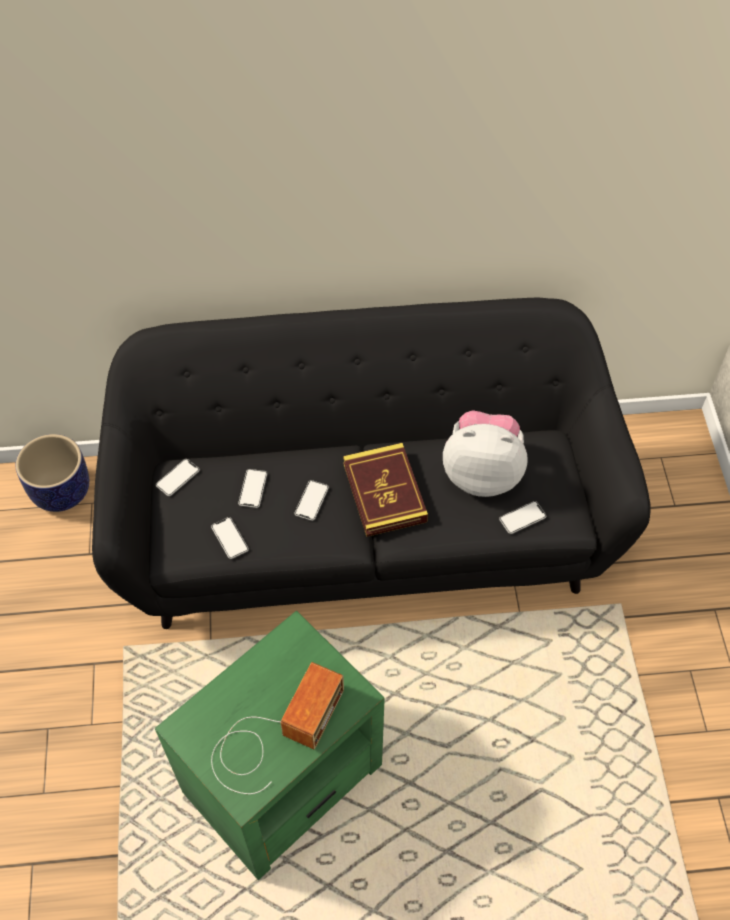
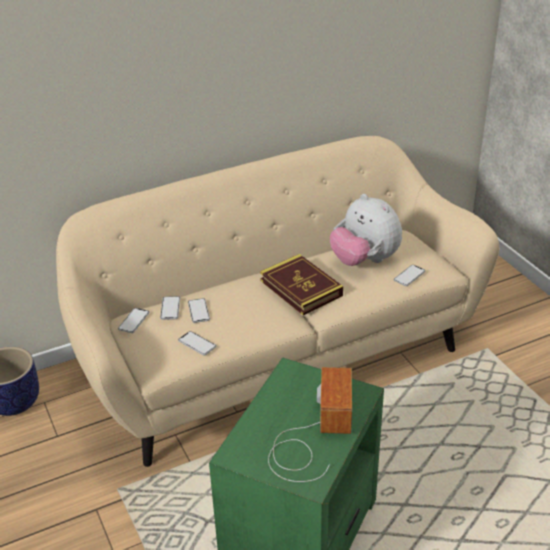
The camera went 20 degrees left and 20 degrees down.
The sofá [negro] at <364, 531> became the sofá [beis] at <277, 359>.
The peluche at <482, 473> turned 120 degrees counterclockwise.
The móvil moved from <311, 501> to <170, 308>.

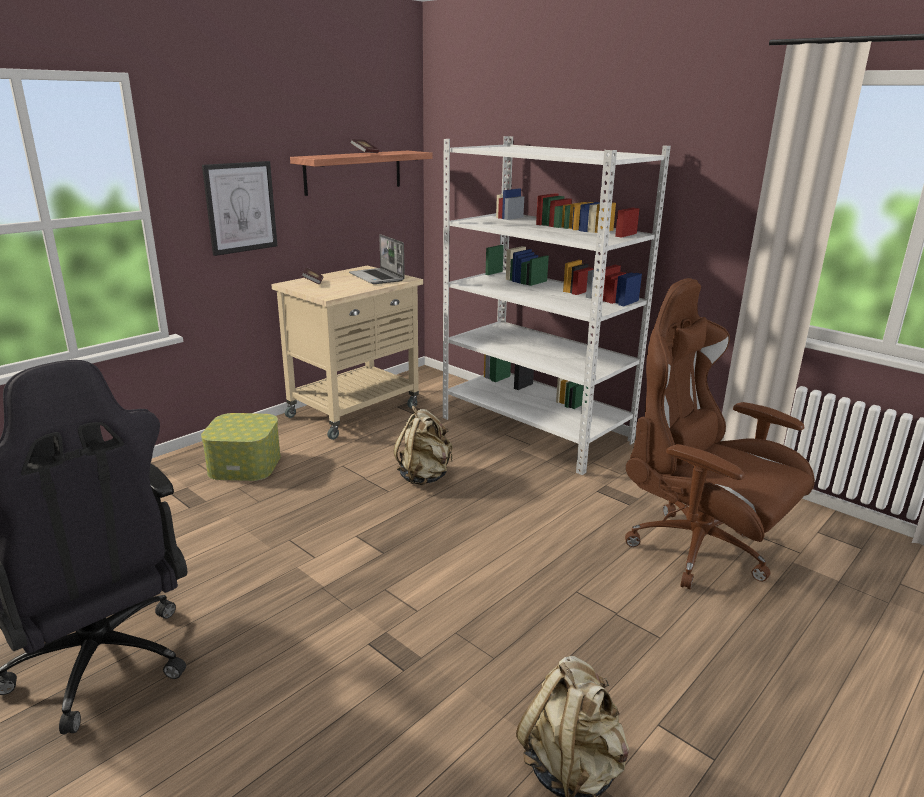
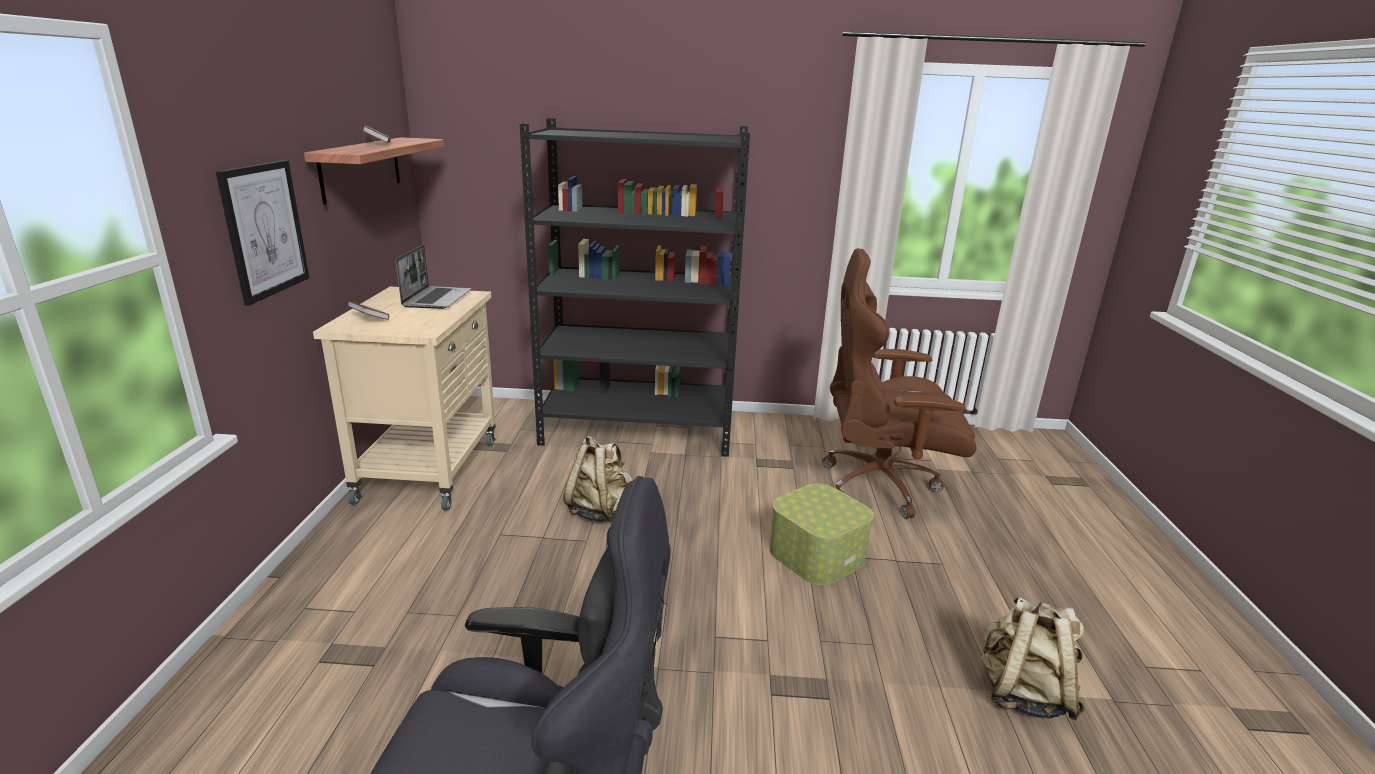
The camera went 40 degrees left and 0 degrees up.
The estantería [blanco] at <535, 430> became the estantería [negro] at <638, 428>.
The portátil at <377, 277> turned 105 degrees counterclockwise.
The caja de almacenaje moved from <245, 464> to <816, 554>.

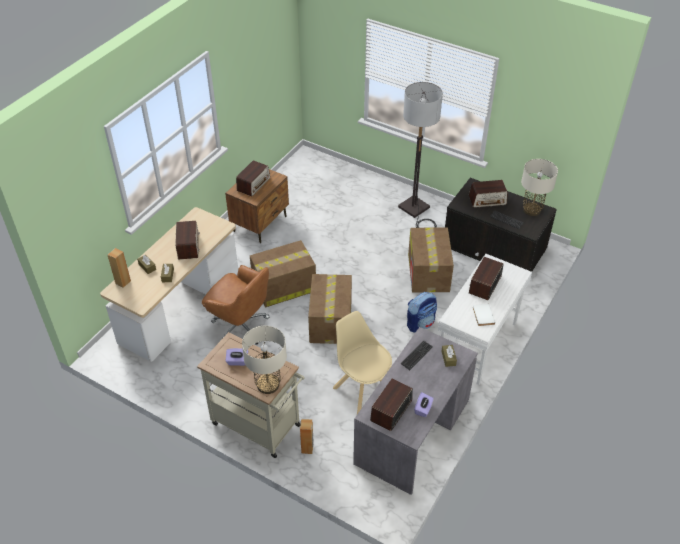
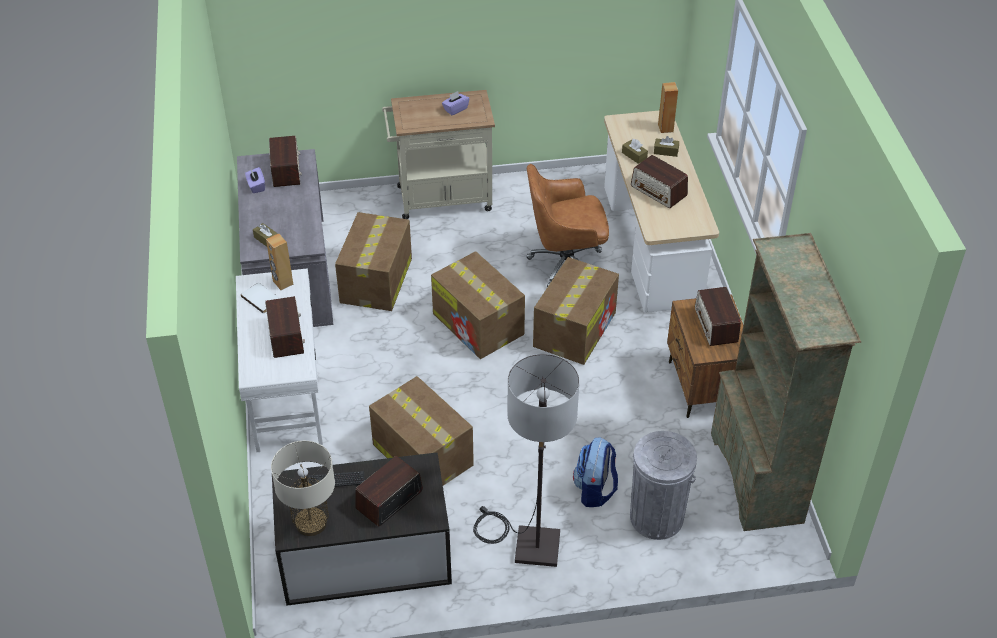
The camera went 140 degrees right and 0 degrees up.
The mochila moved from <420, 323> to <595, 490>.
The silla [beis] at <362, 388> was replaced by the caja de cartón at <376, 281>.
The lámpara de mesa at <268, 384> disappeared.
The teclado at <416, 355> disappeared.
The altavoz [marrón] moved from <307, 448> to <282, 283>.
The estantería [verde] at <757, 477> appeared.
The papelera [gris] at <656, 517> appeared.

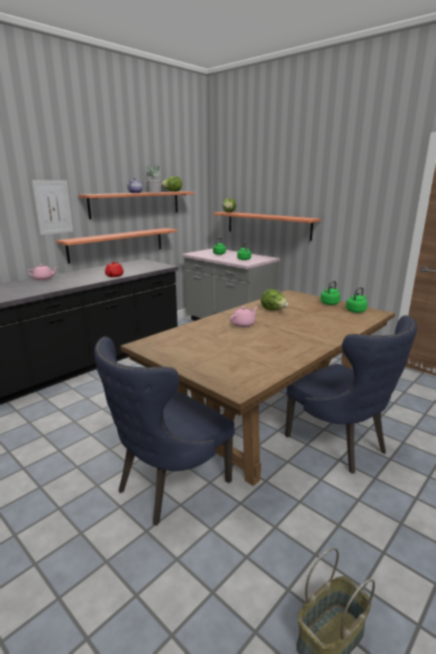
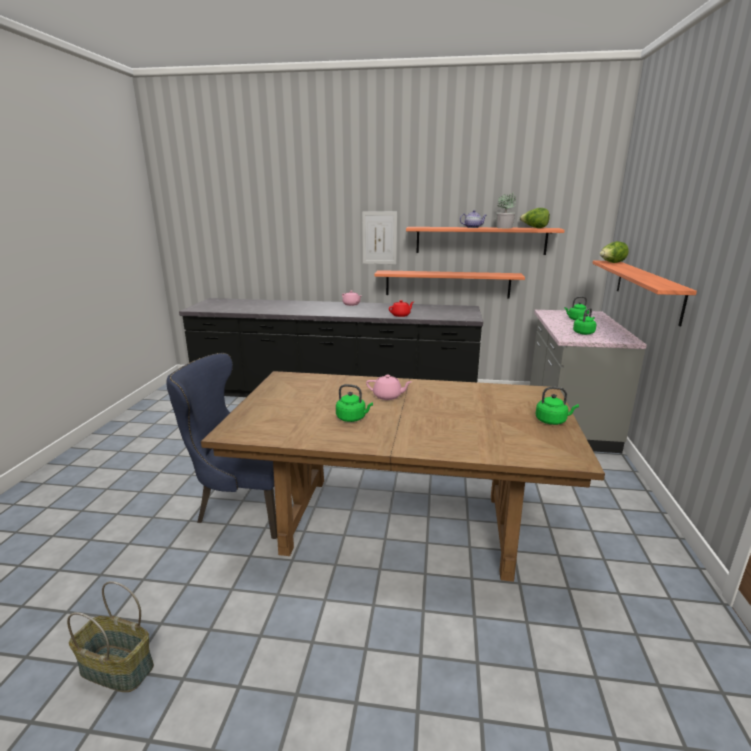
The camera went 55 degrees right and 0 degrees up.
The hervidor [verde] moved from <356, 310> to <352, 418>.
The lechuga at <274, 310> disappeared.
The silla [azul] at <340, 444> disappeared.

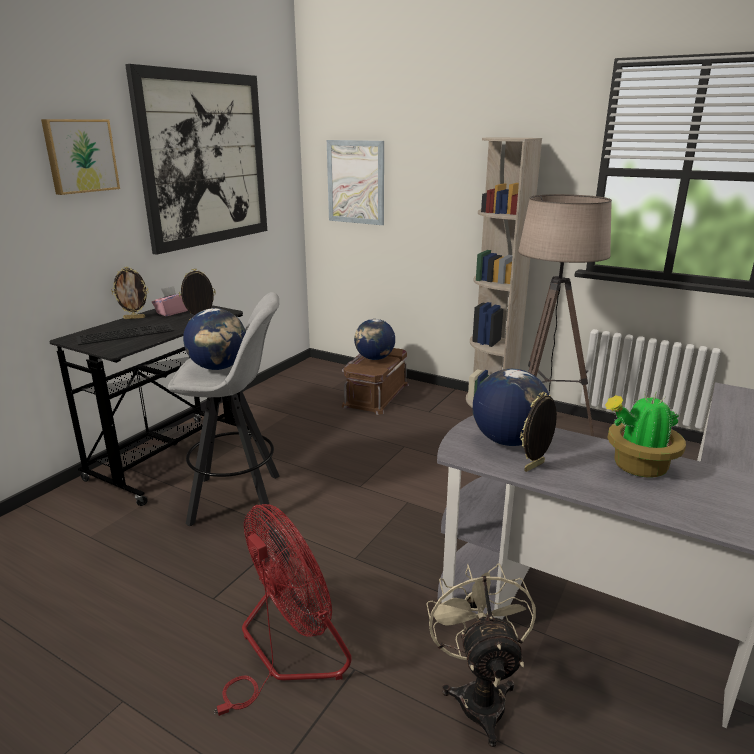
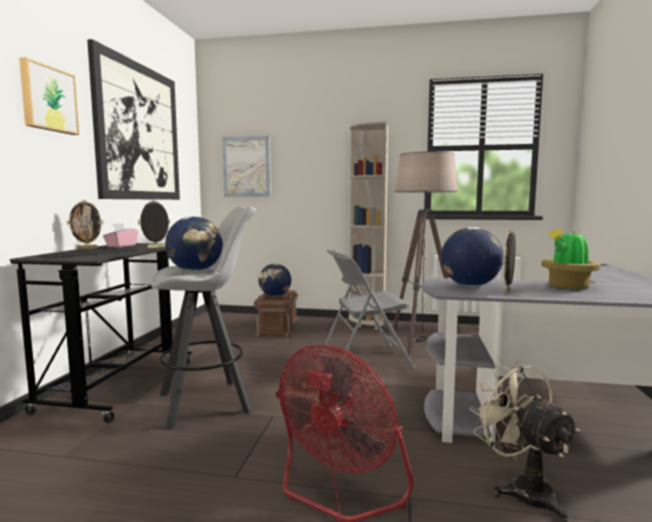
The camera went 20 degrees left and 15 degrees down.
The silla [gris] at <365, 360> appeared.

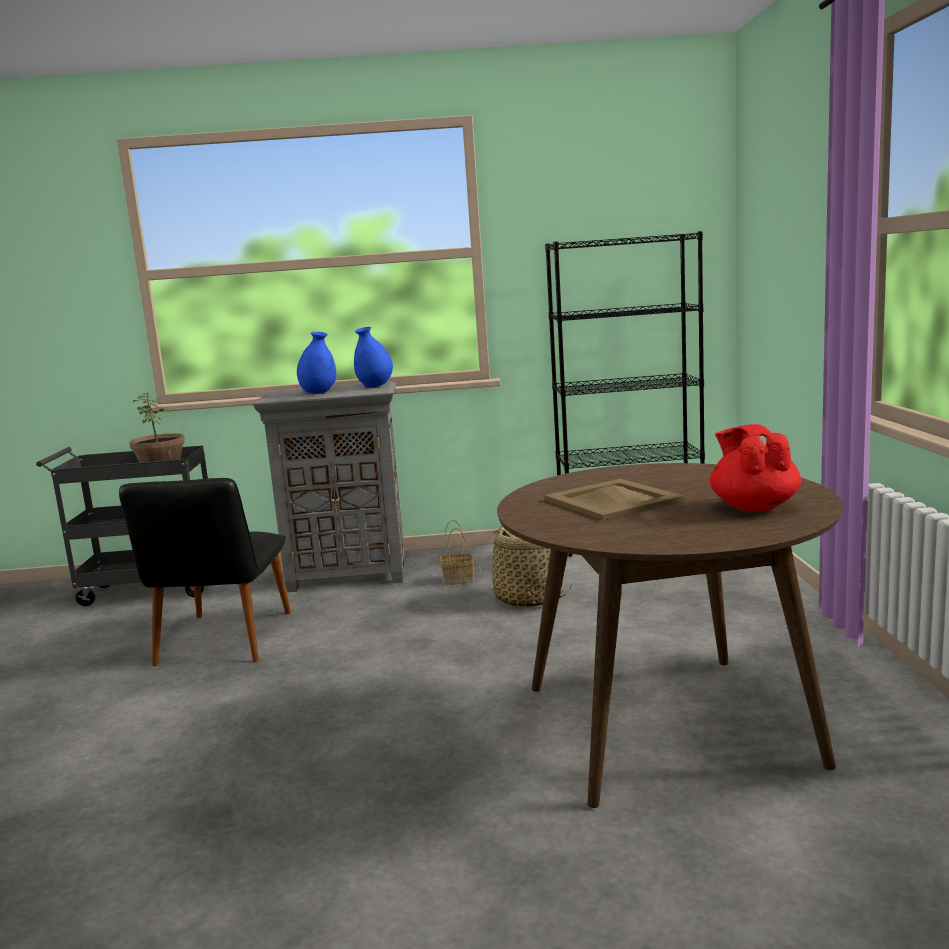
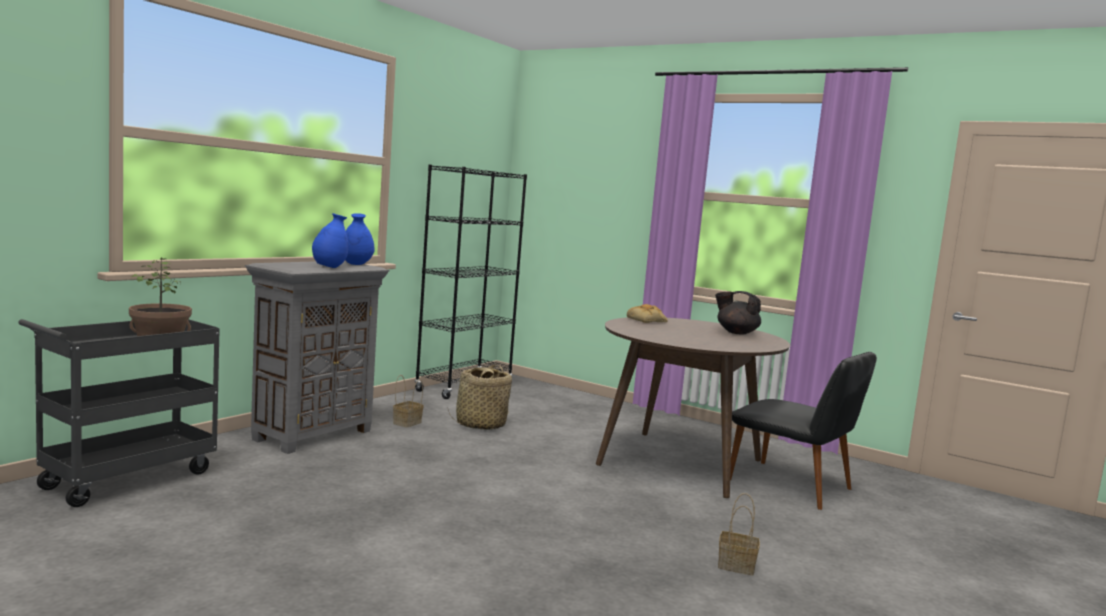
The camera went 55 degrees left and 5 degrees down.
The tetera [rojo] at <753, 507> became the tetera [negro] at <736, 332>.
The silla [negro] moved from <225, 638> to <789, 484>.
The bandeja [beis] at <611, 500> disappeared.
The pan at <647, 320> appeared.
The cesta at <737, 566> appeared.

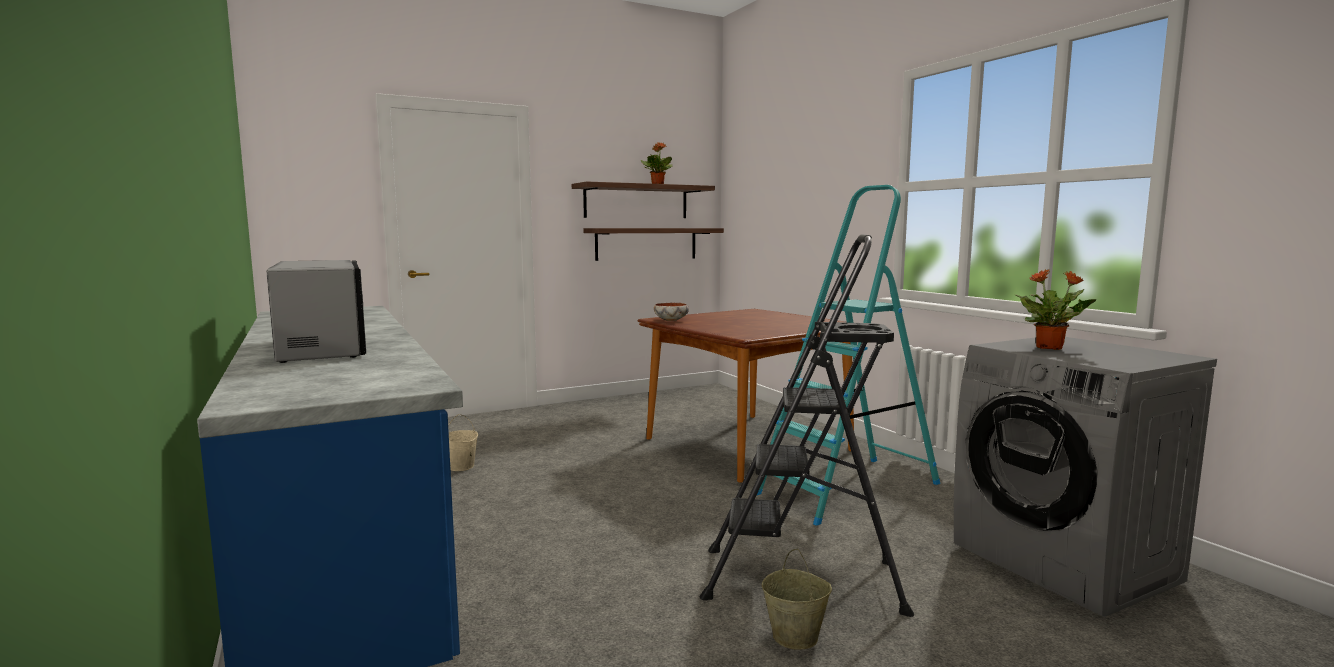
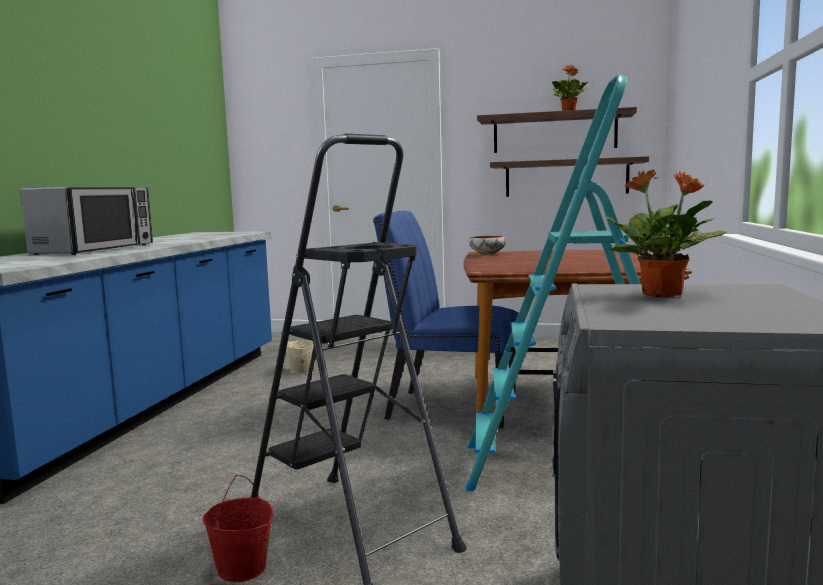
The camera went 40 degrees right and 0 degrees up.
The cubo [beis] at <796, 636> became the cubo [rojo] at <243, 569>.
The silla [azul] at <453, 408> appeared.

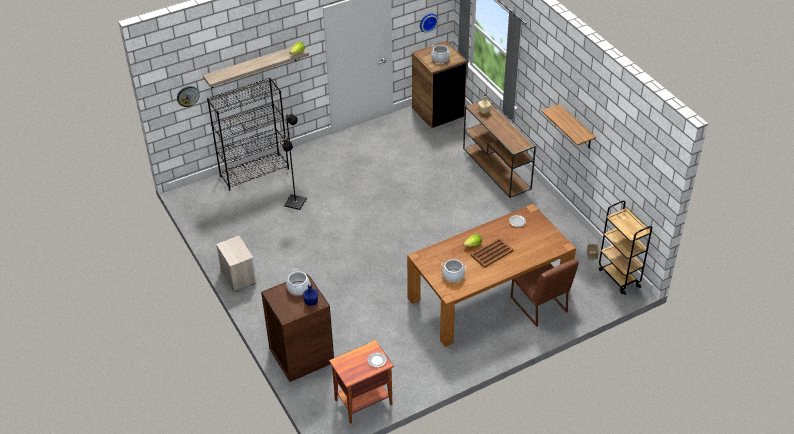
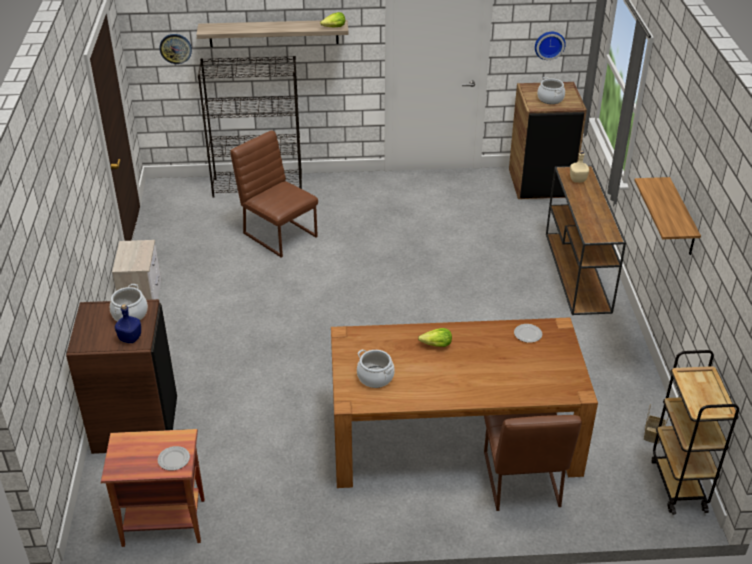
The camera went 25 degrees right and 5 degrees down.
The lámpara de pie [negro] at <295, 202> was replaced by the silla [marrón] at <279, 233>.
The bandeja [marrón] at <491, 253> disappeared.

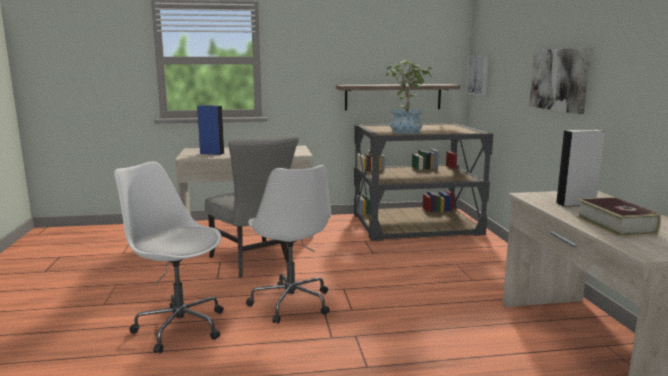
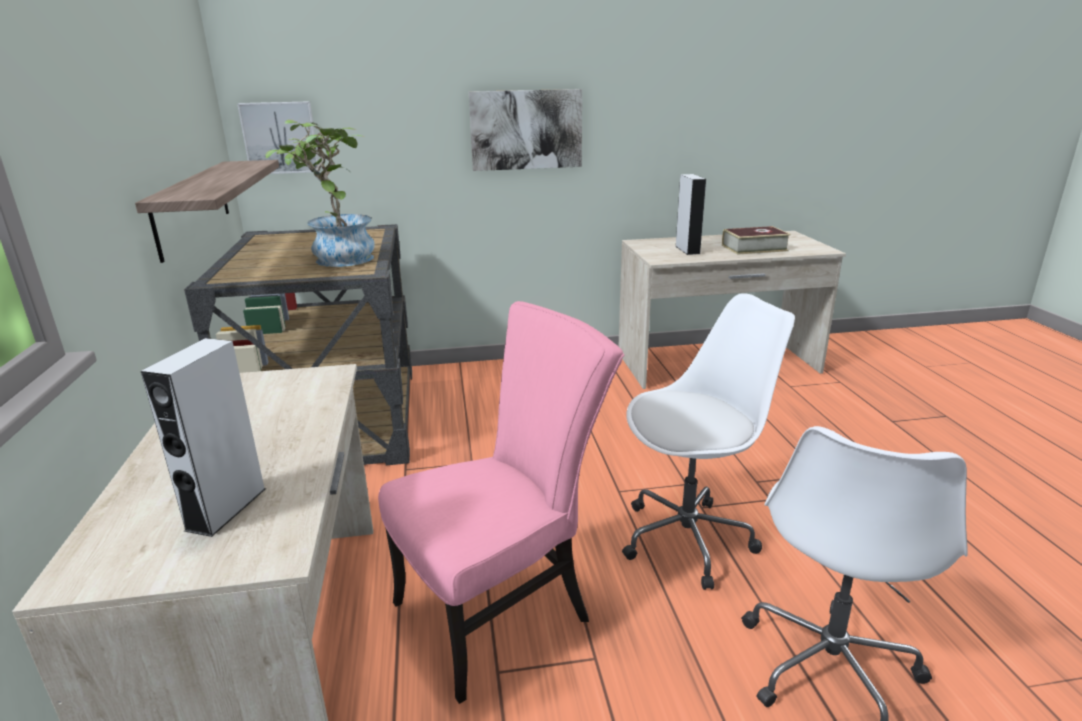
The camera went 90 degrees left and 10 degrees up.
The altavoz [azul] at <212, 153> became the altavoz [gris] at <226, 509>.
The silla [gris] at <254, 262> became the silla [rosa] at <503, 609>.

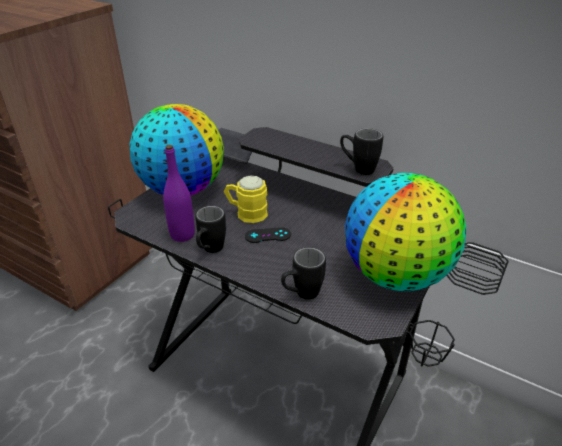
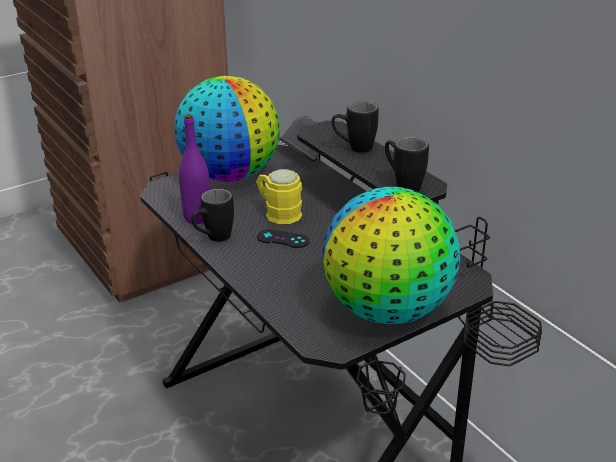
The camera went 25 degrees right and 5 degrees down.
The taza grande [negro] moved from <301, 295> to <354, 148>.

